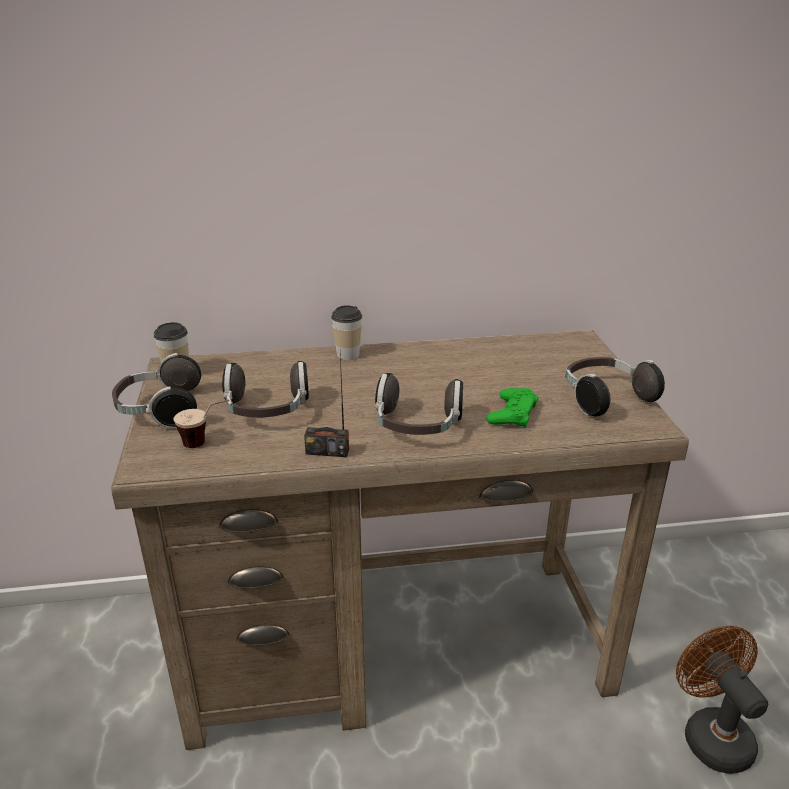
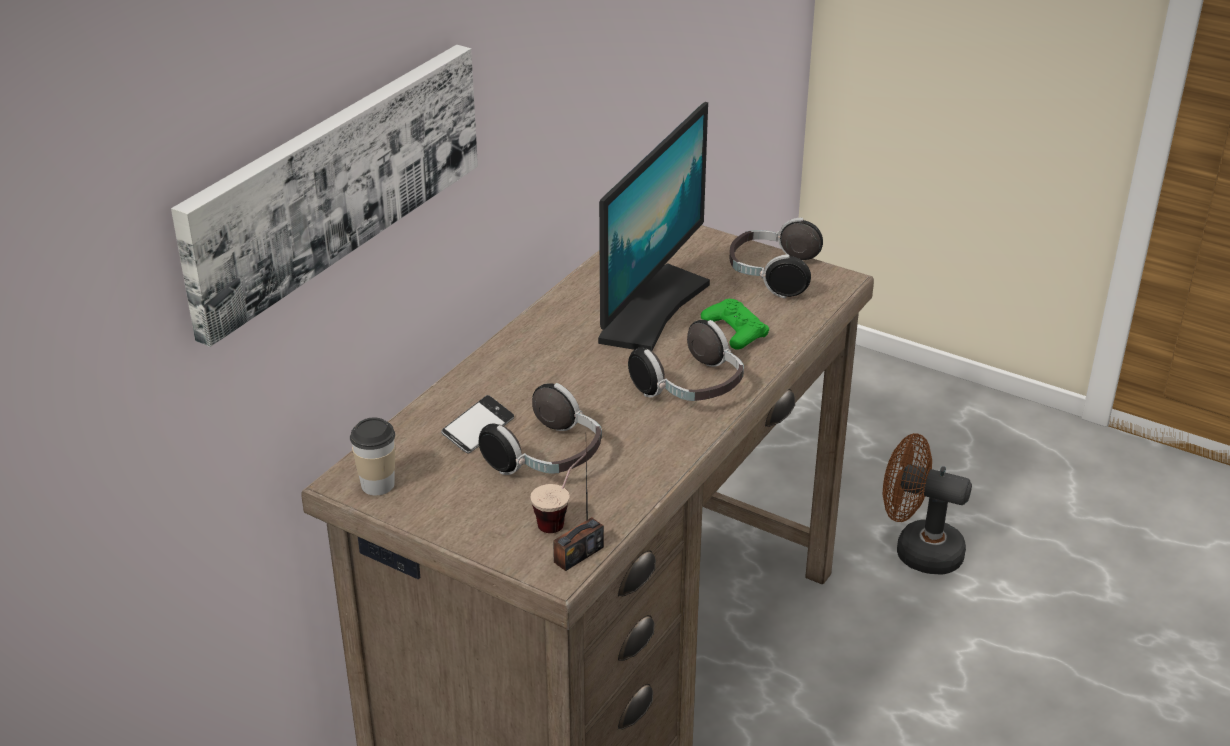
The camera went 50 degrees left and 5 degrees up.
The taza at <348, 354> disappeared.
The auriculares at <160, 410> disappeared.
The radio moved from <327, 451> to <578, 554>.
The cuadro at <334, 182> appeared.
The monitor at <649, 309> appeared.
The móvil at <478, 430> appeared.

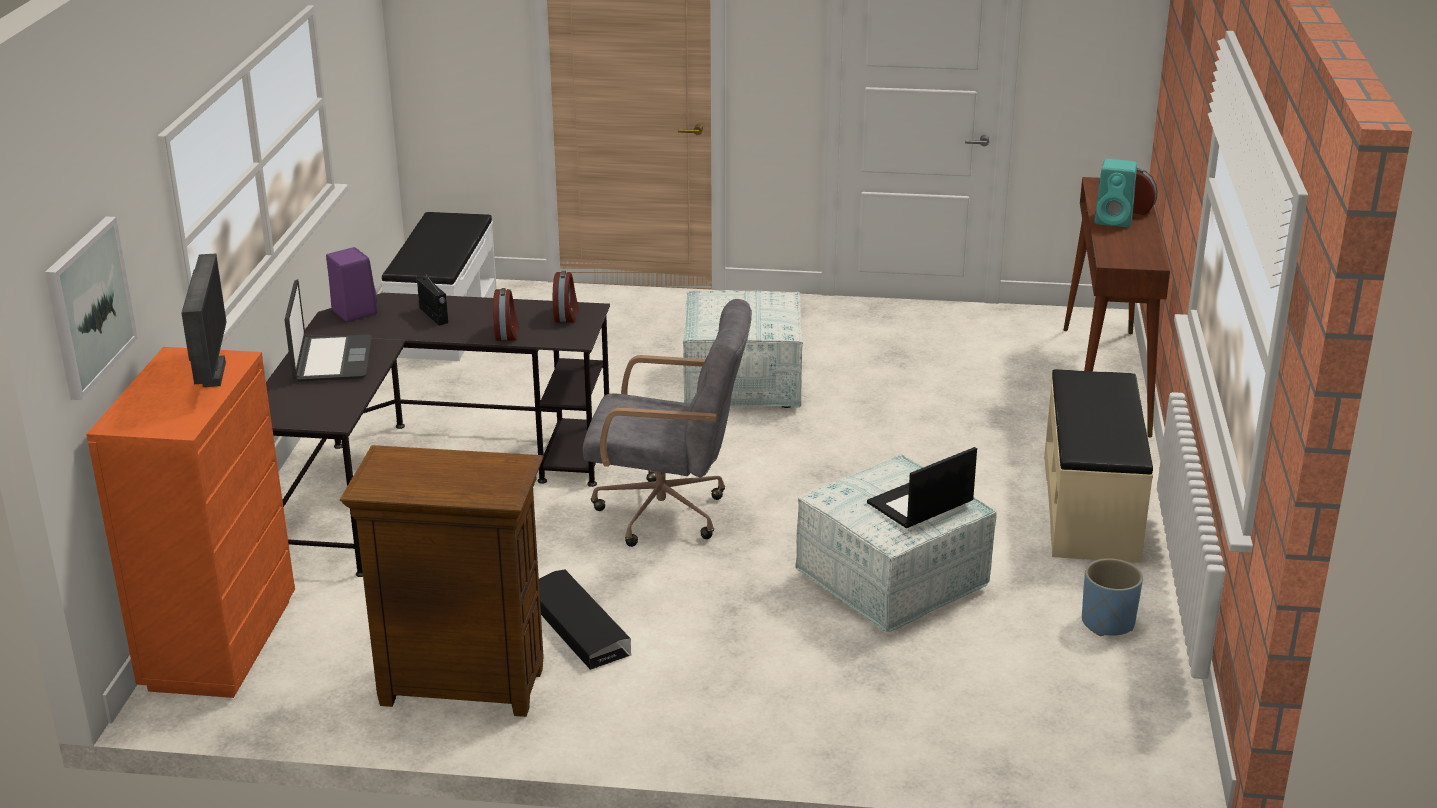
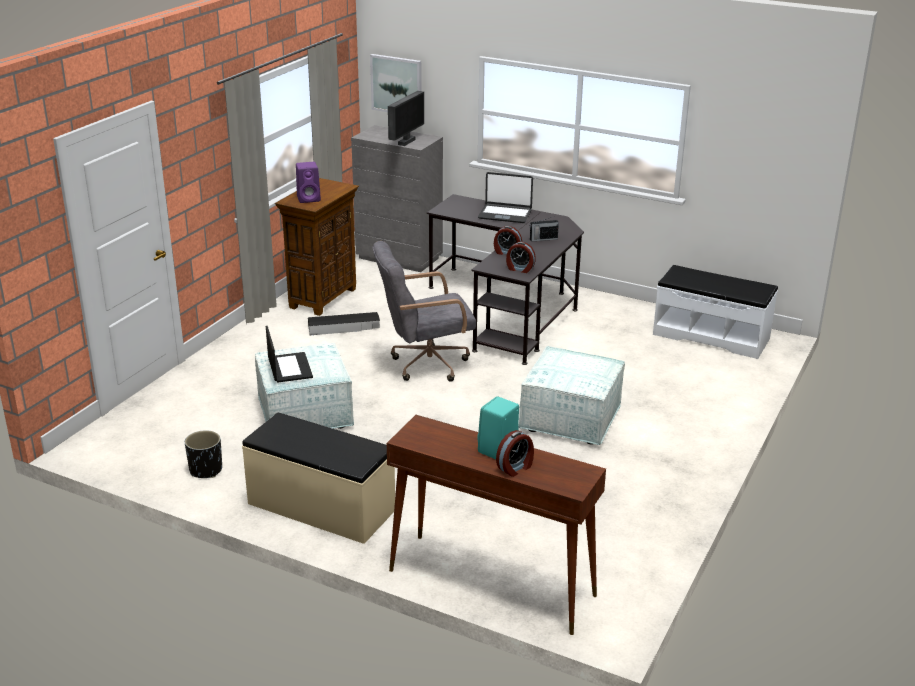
The camera went 110 degrees right and 0 degrees up.
The altavoz [morado] moved from <353, 312> to <309, 199>.
The monitor at <212, 375> turned 75 degrees counterclockwise.
The silla de oficina [gris] at <669, 515> turned 45 degrees clockwise.
The cómoda [naranja] at <220, 643> became the cómoda [gris] at <400, 258>.
The maceta [azul] at <1107, 623> became the maceta [negro] at <206, 470>.

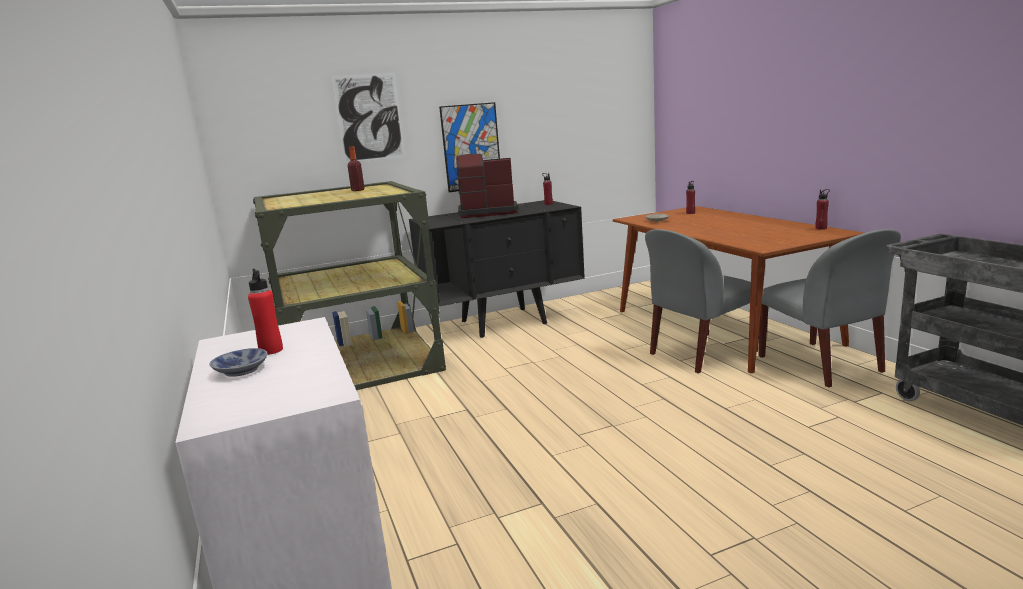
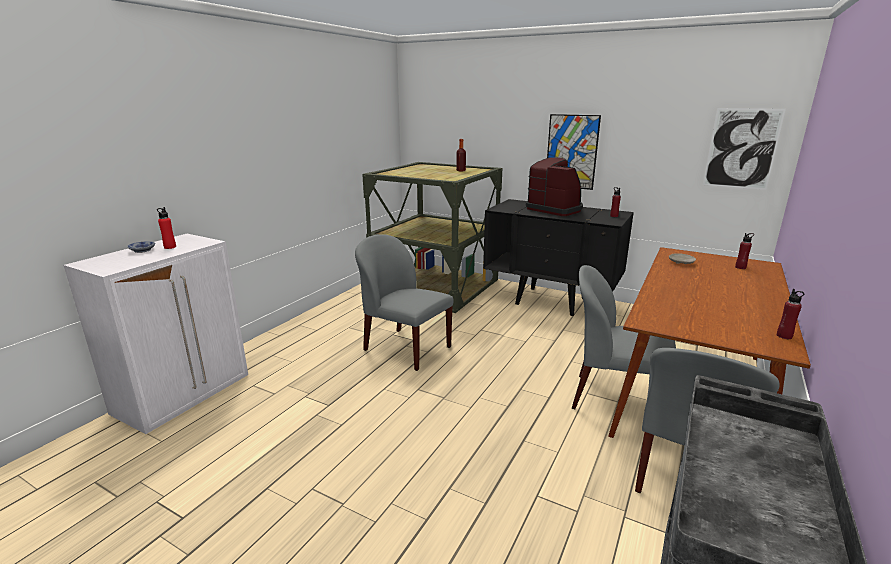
The camera went 50 degrees right and 5 degrees up.
The cuadro moved from <369, 117> to <741, 148>.
The silla [gris] at <405, 348> appeared.

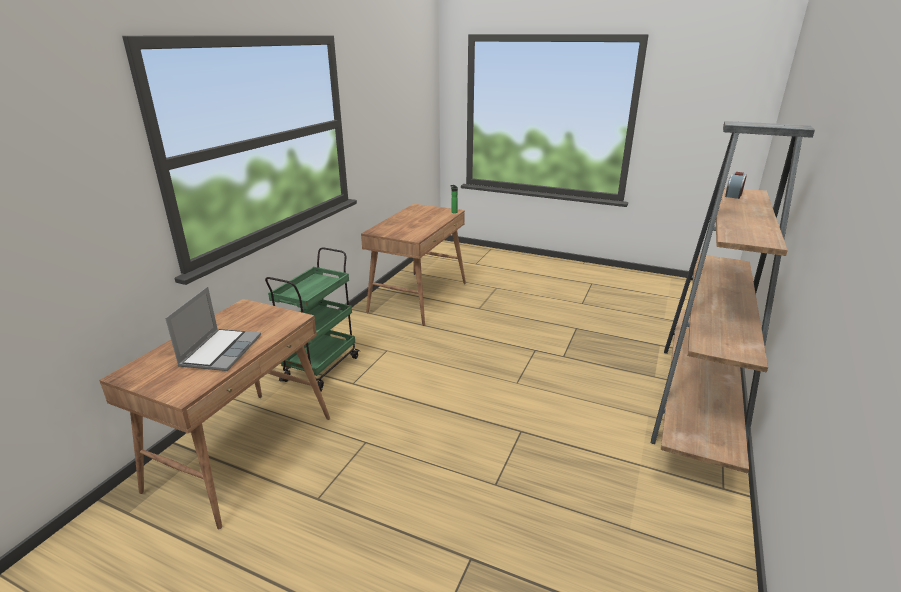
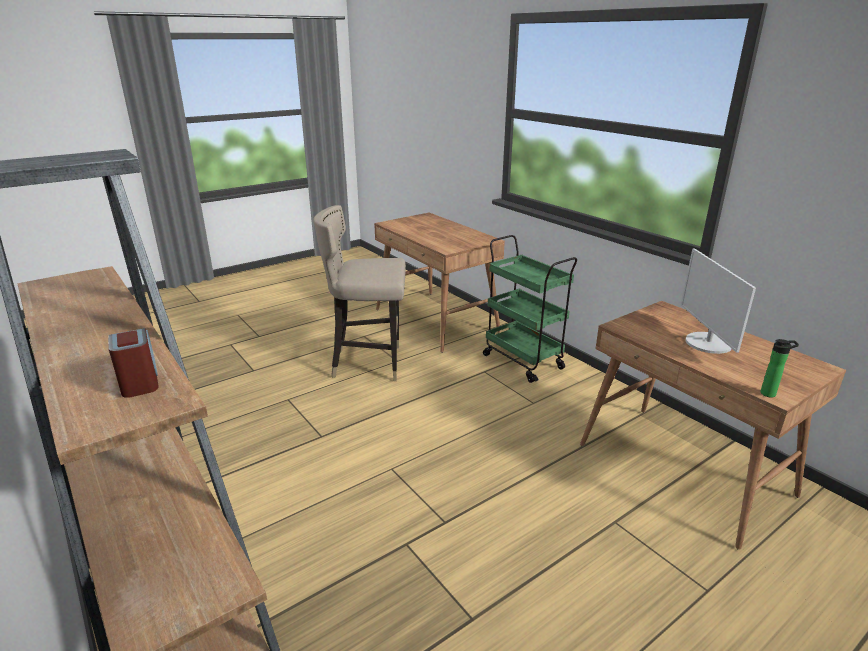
The camera went 120 degrees right and 0 degrees up.
The portátil at <221, 350> disappeared.
The taburete [beis] at <369, 363> appeared.
The monitor at <708, 343> appeared.

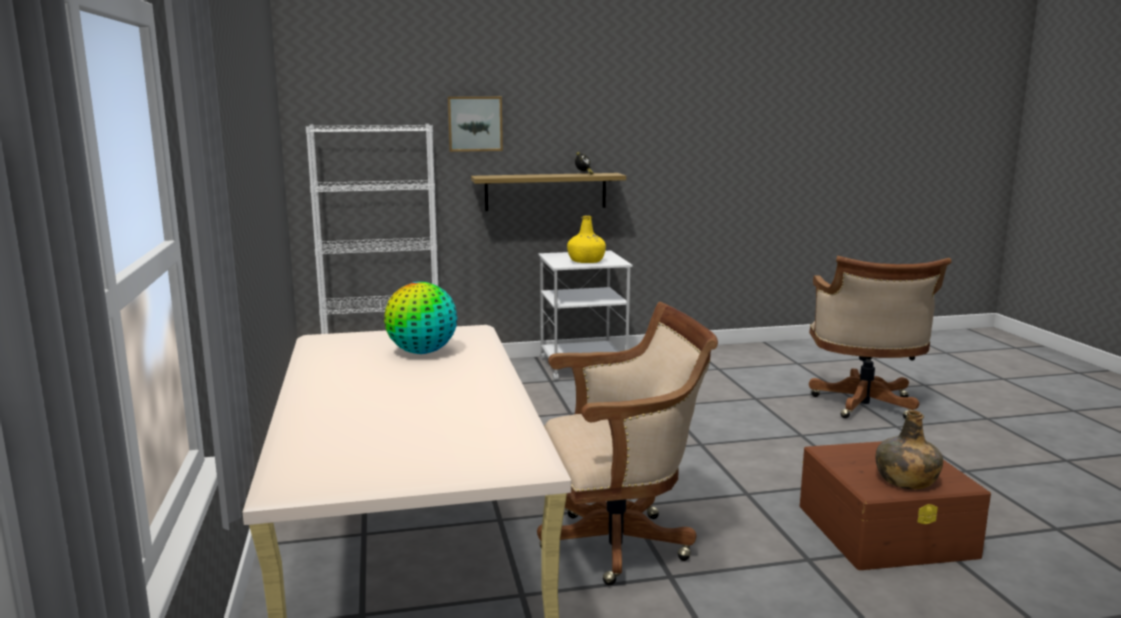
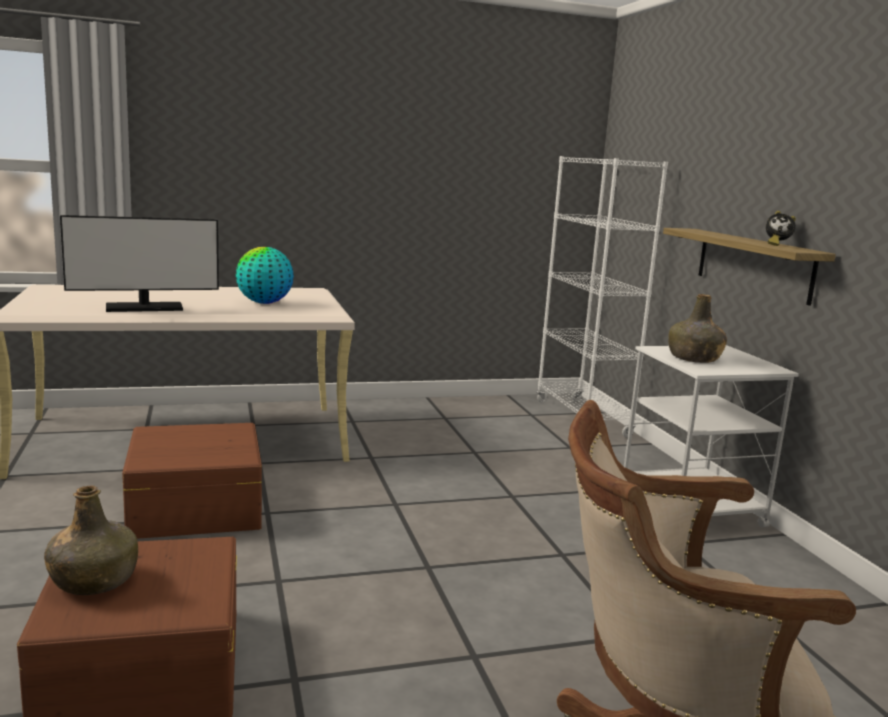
The camera went 85 degrees right and 0 degrees up.
The cuadro at <475, 123> disappeared.
The botella [amarillo] at <586, 261> became the botella [verde] at <694, 358>.
The silla de oficina at <621, 544> was replaced by the caja de almacenaje [marrón] at <194, 506>.
The monitor at <144, 308> appeared.

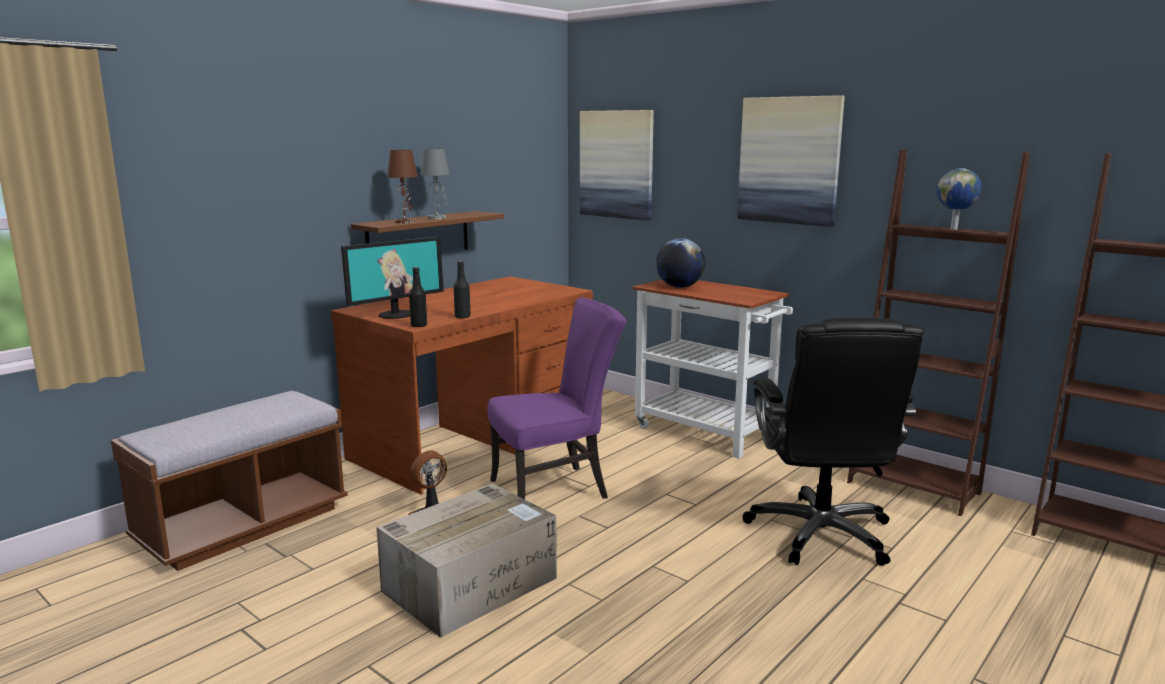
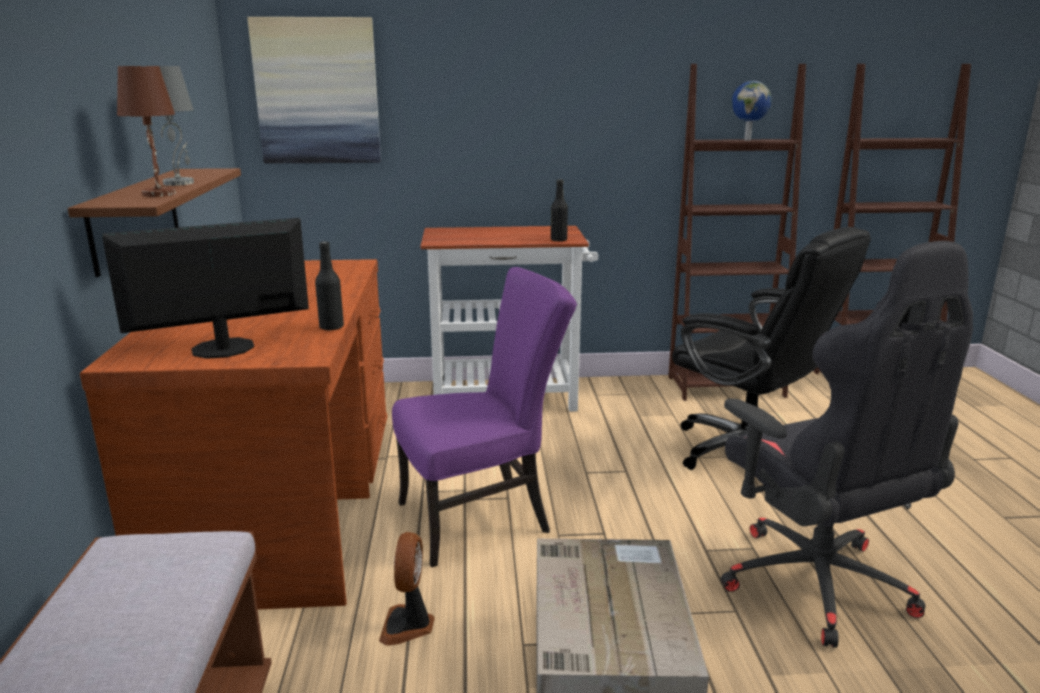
The camera went 45 degrees left and 5 degrees up.
The cuadro at <789, 160> disappeared.
The monitor at <396, 314> turned 120 degrees counterclockwise.
The globo terráqueo at <679, 287> disappeared.
The botella [negro] moved from <419, 325> to <558, 240>.
The silla [morado] at <556, 488> turned 45 degrees clockwise.
The silla de oficina [negro] at <814, 581> appeared.

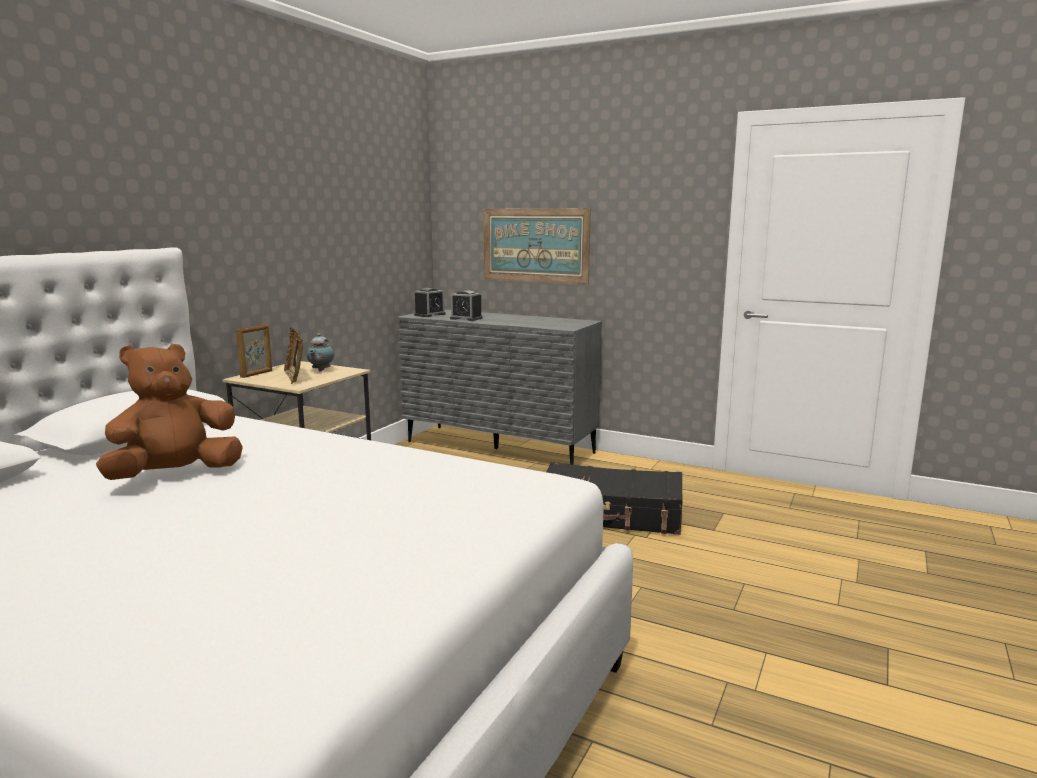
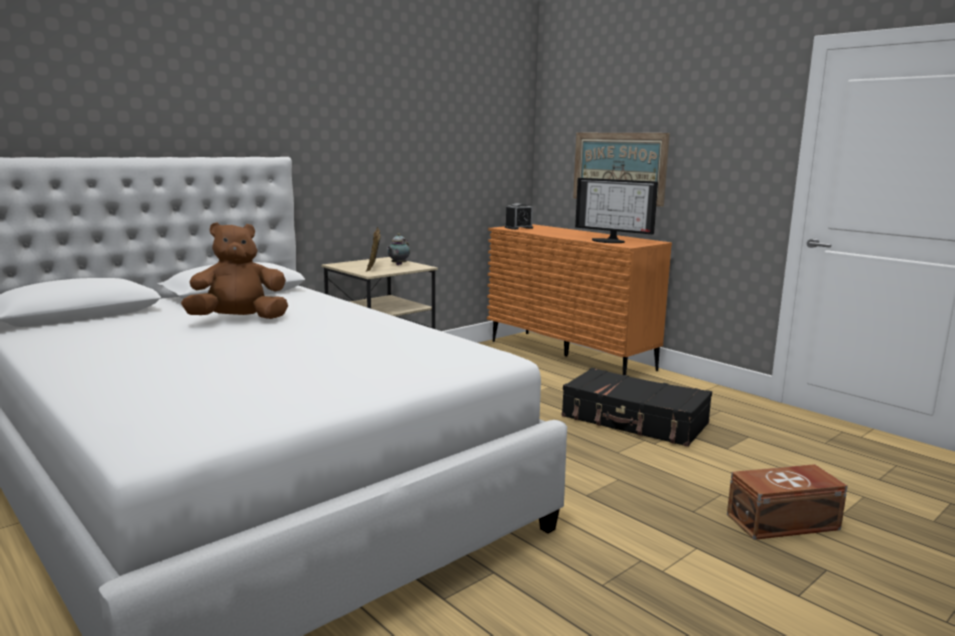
The camera went 20 degrees right and 0 degrees up.
The despertador at <466, 318> disappeared.
The cómoda [gris] at <498, 448> became the cómoda [naranja] at <569, 356>.
The portarretratos at <257, 374> disappeared.
The monitor at <609, 240> appeared.
The caja de almacenaje [marrón] at <784, 522> appeared.

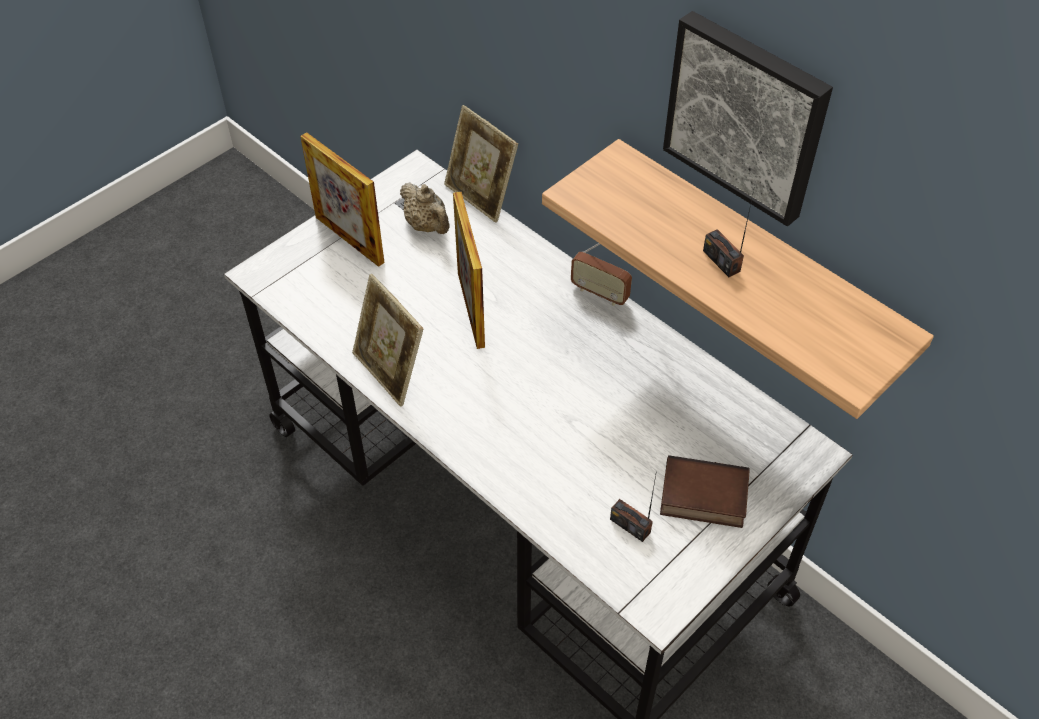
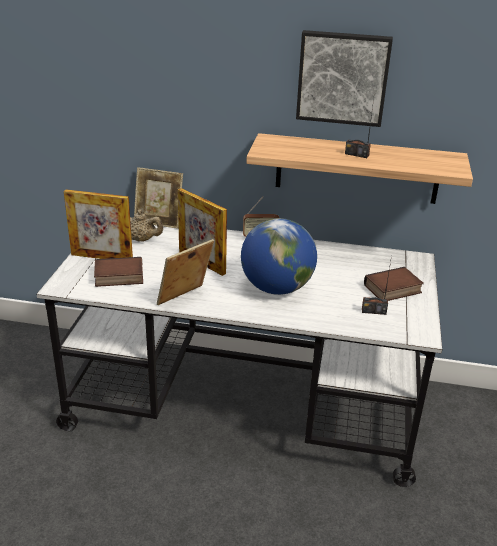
The camera went 35 degrees left and 20 degrees down.
The portarretratos at <390, 372> turned 120 degrees clockwise.
The globo terráqueo at <276, 288> appeared.
The libro at <118, 277> appeared.

